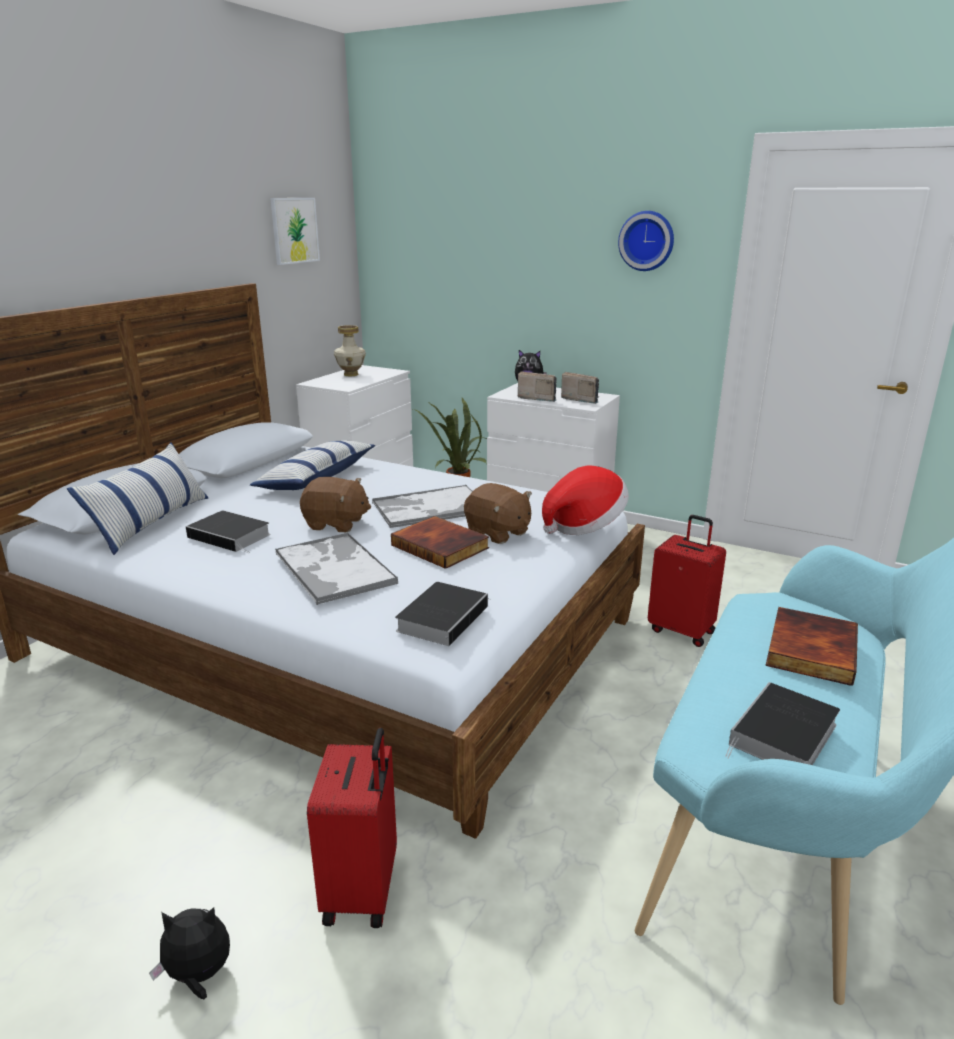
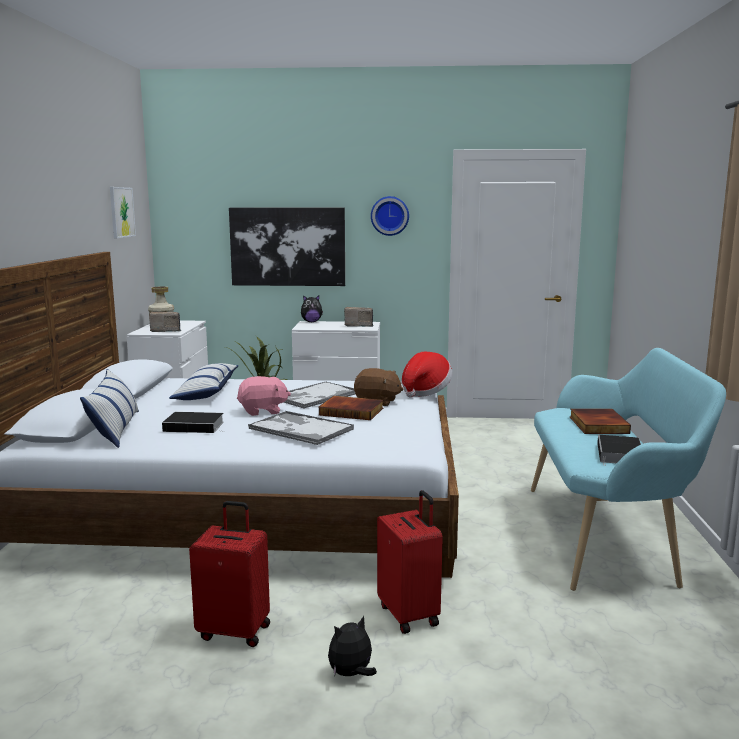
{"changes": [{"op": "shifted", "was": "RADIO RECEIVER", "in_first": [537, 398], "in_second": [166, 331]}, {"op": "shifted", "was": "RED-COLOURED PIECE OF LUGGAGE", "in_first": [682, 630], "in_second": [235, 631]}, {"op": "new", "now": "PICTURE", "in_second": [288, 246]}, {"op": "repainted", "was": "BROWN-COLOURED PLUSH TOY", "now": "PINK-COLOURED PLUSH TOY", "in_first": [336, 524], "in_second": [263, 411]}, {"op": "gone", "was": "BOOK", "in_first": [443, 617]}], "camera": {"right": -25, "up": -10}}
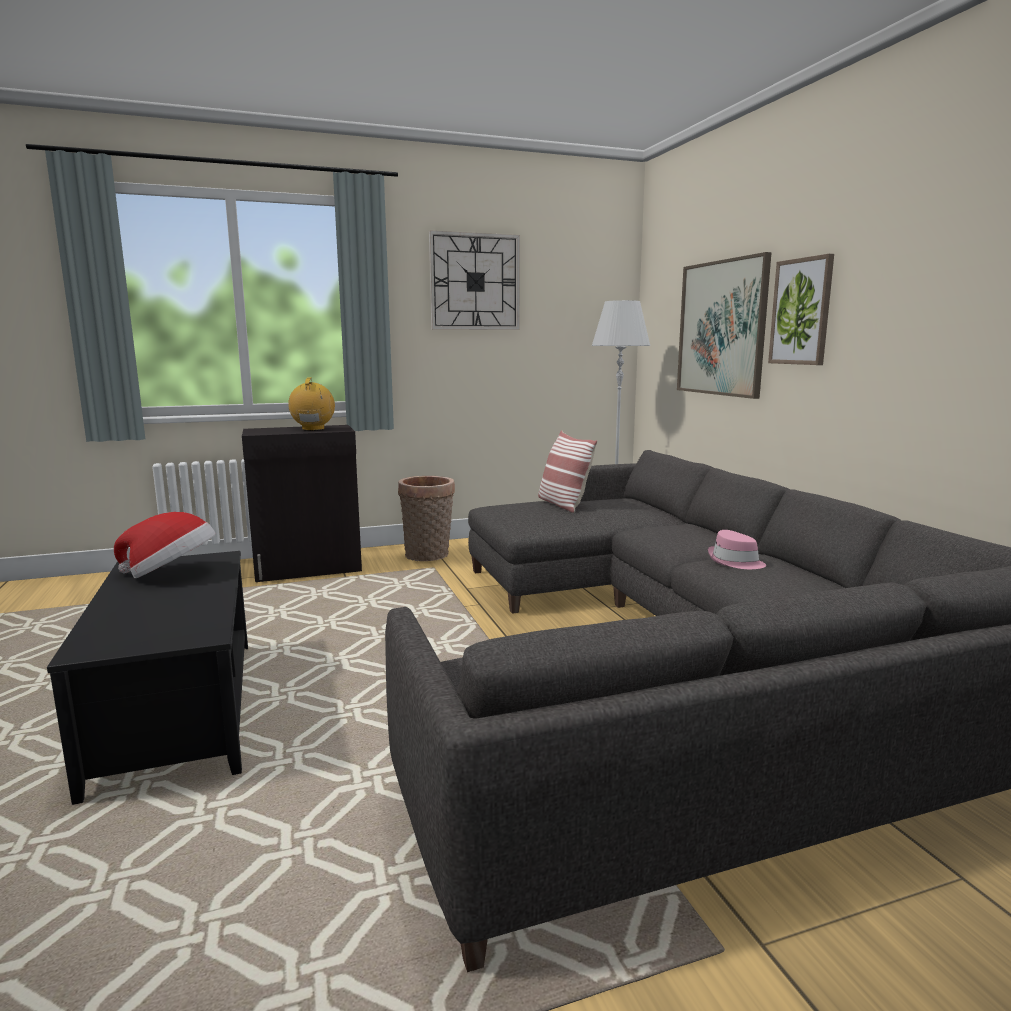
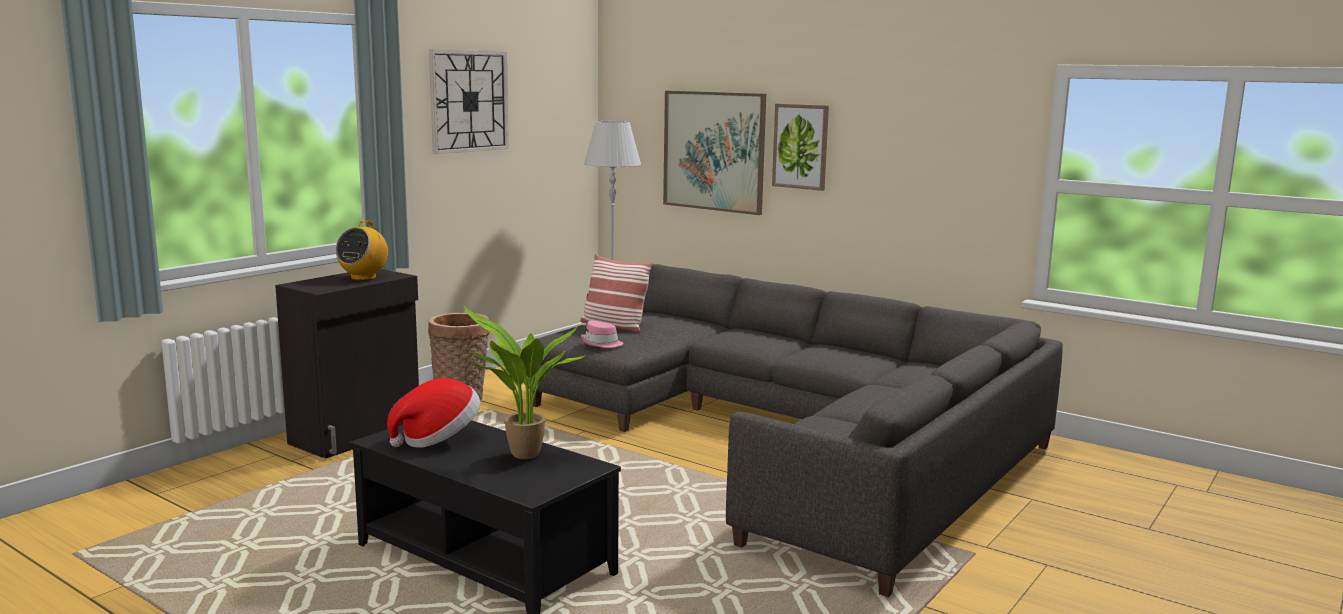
{"changes": [{"op": "rotated", "was": "RADIO RECEIVER", "in_first": [313, 429], "in_second": [363, 277], "clockwise": -120}, {"op": "new", "now": "POTTED PLANT", "in_second": [523, 457]}, {"op": "shifted", "was": "PINK-COLOURED WEARABLE HAT", "in_first": [735, 561], "in_second": [601, 343]}], "camera": {"right": -35, "up": 0}}
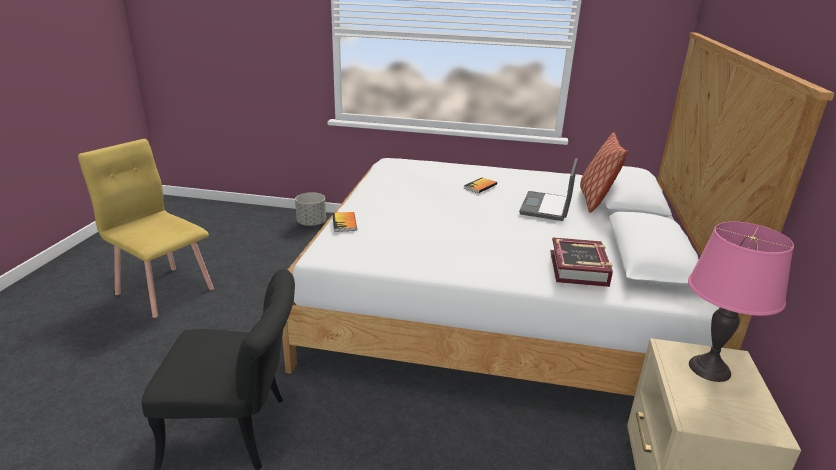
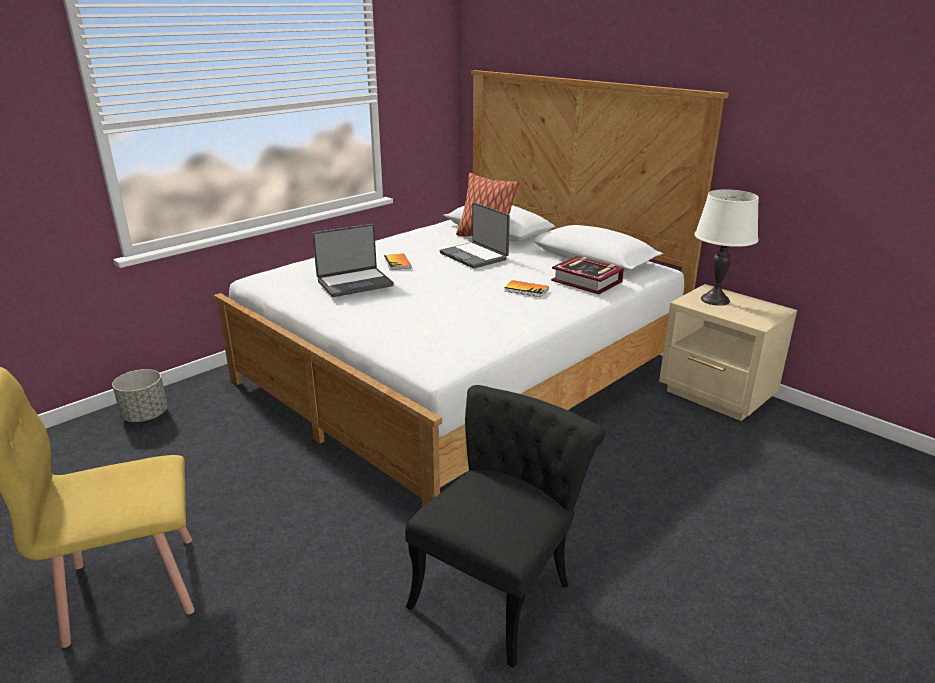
{"changes": [{"op": "new", "now": "LAPTOP", "in_second": [354, 283]}, {"op": "shifted", "was": "BOOK", "in_first": [344, 223], "in_second": [526, 290]}, {"op": "repainted", "was": "PINK-COLOURED TABLETOP LAMP", "now": "WHITE TABLETOP LAMP", "in_first": [709, 368], "in_second": [715, 300]}], "camera": {"right": -55, "up": 0}}
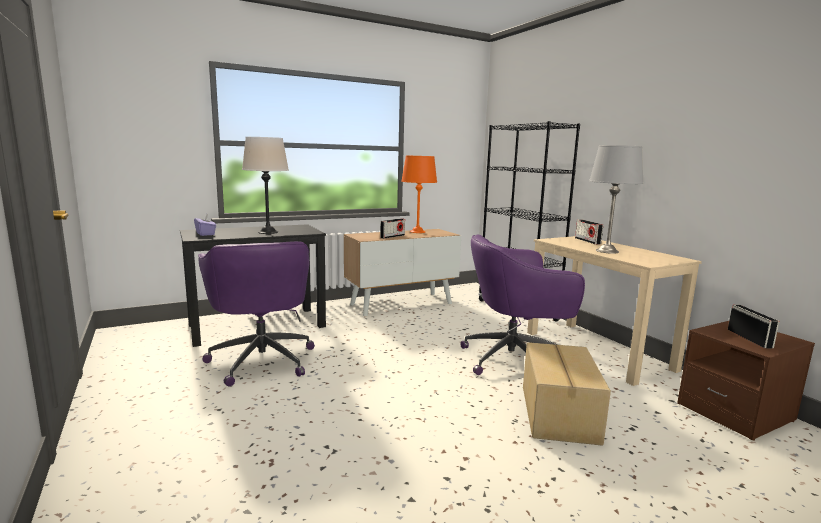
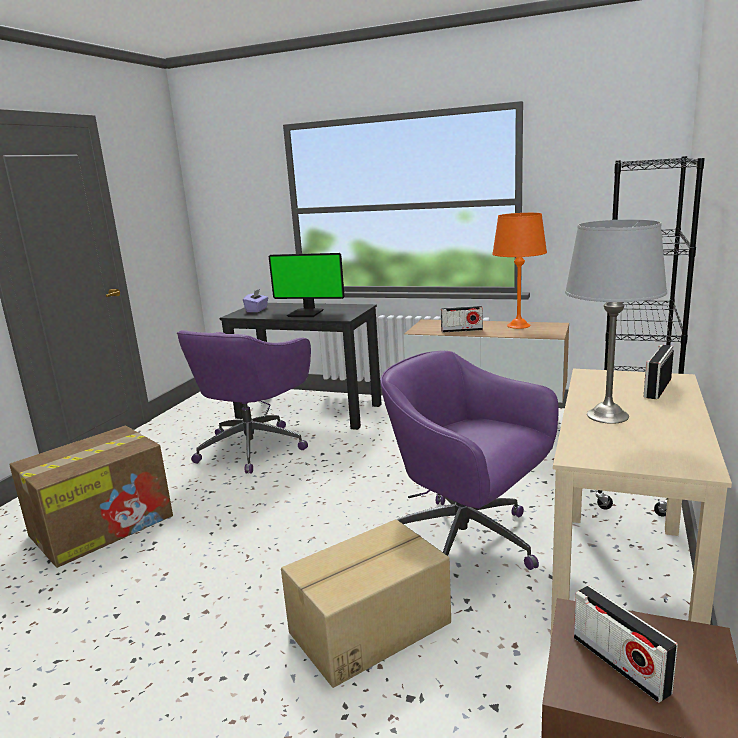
{"changes": [{"op": "new", "now": "CARTON", "in_second": [103, 525]}, {"op": "swapped", "was": "SAND-COLOURED TABLETOP LAMP", "now": "COMPUTER DISPLAY", "in_first": [268, 232], "in_second": [306, 313]}, {"op": "rotated", "was": "RADIO RECEIVER", "in_first": [749, 338], "in_second": [620, 664], "clockwise": 105}], "camera": {"right": 50, "up": 5}}
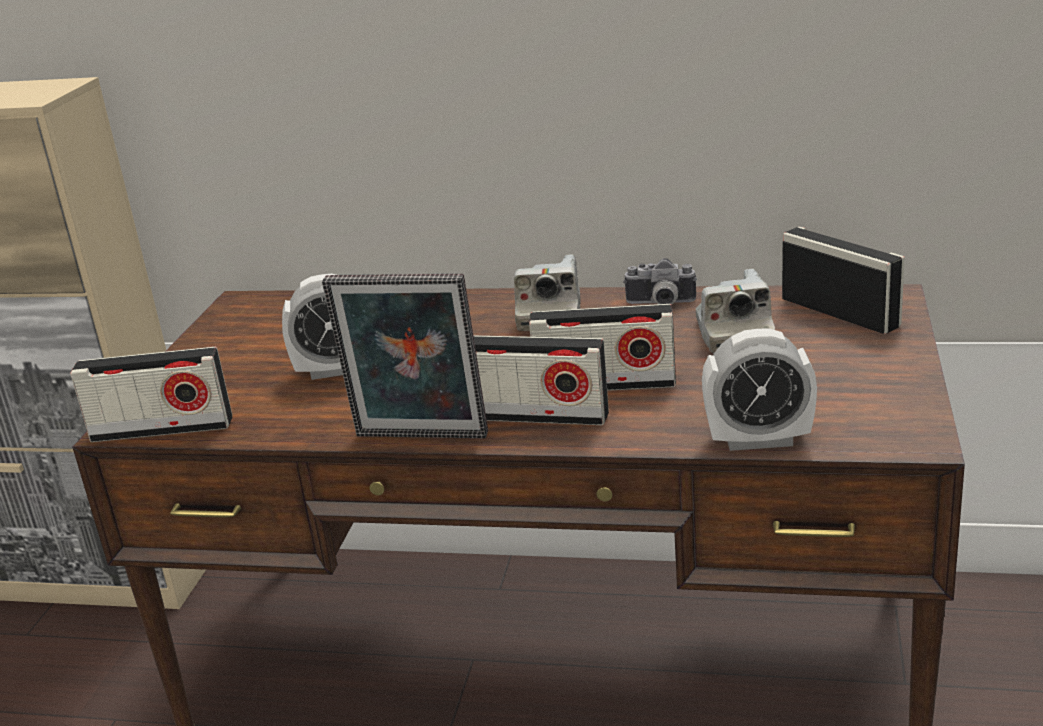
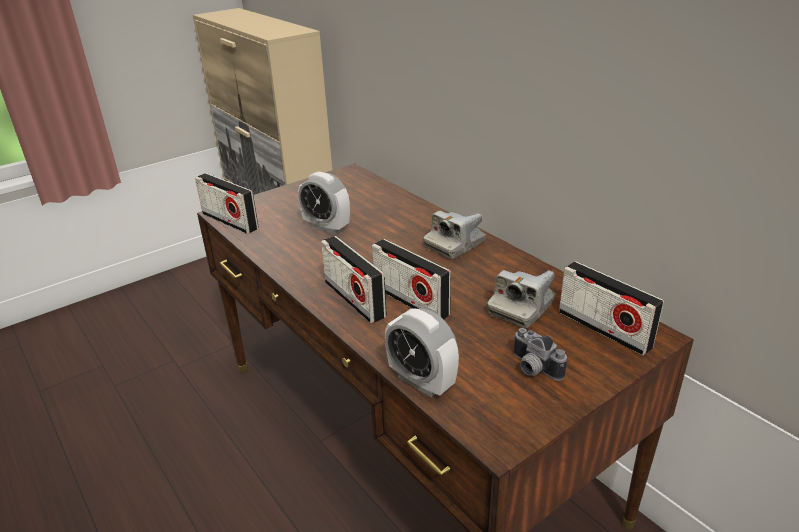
{"changes": [{"op": "shifted", "was": "STILL CAMERA", "in_first": [660, 304], "in_second": [532, 369]}, {"op": "rotated", "was": "RADIO RECEIVER", "in_first": [839, 312], "in_second": [604, 329], "clockwise": 135}, {"op": "gone", "was": "PICTURE FRAME", "in_first": [419, 439]}], "camera": {"right": 40, "up": 5}}
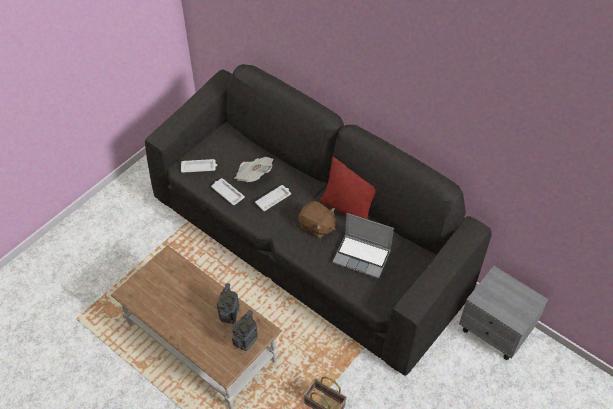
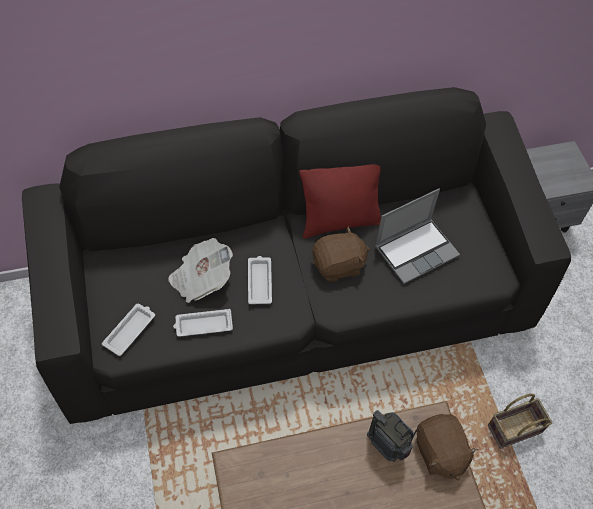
{"changes": [{"op": "swapped", "was": "RADIO RECEIVER", "now": "BROWN-COLOURED PLUSH TOY", "in_first": [246, 343], "in_second": [439, 452]}], "camera": {"right": -55, "up": 5}}
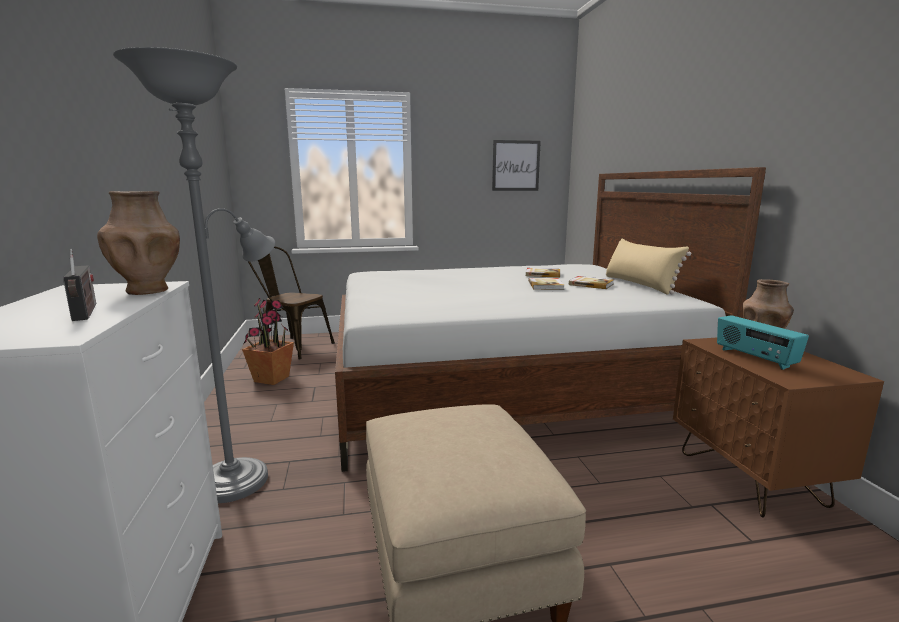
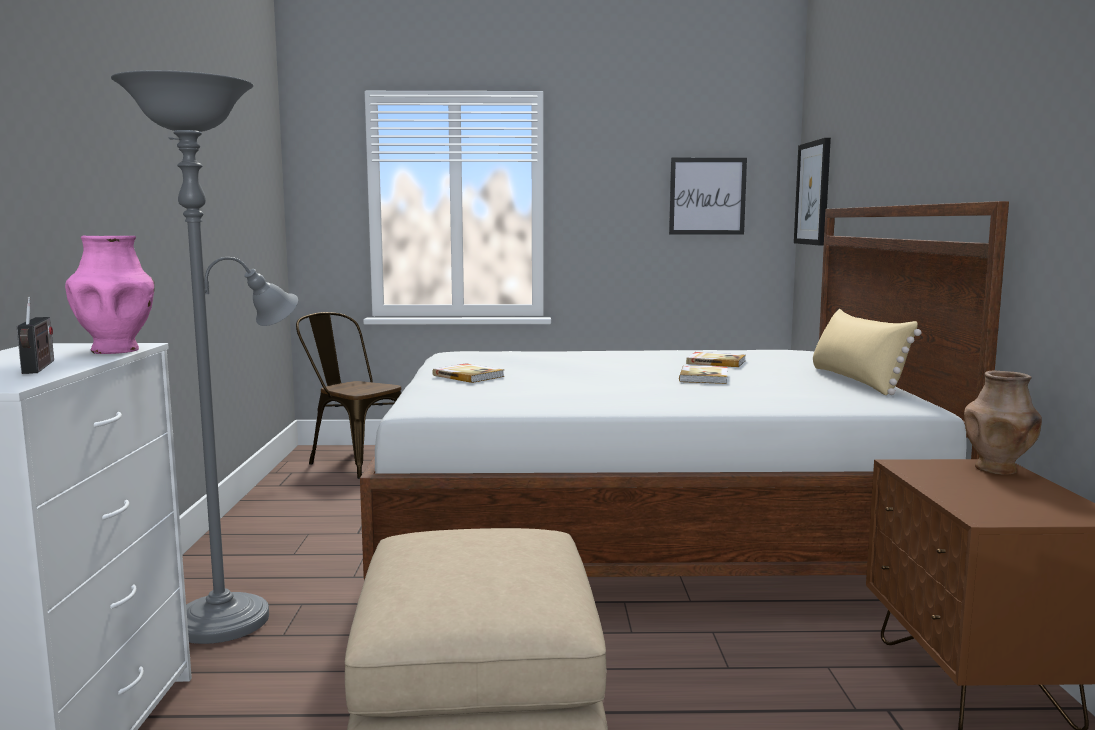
{"changes": [{"op": "repainted", "was": "BROWN-COLOURED DECORATIVE VASE", "now": "PINK-COLOURED DECORATIVE VASE", "in_first": [148, 290], "in_second": [116, 350]}, {"op": "shifted", "was": "BOOK", "in_first": [591, 284], "in_second": [468, 376]}, {"op": "new", "now": "PICTURE", "in_second": [813, 193]}, {"op": "gone", "was": "POTTED PLANT", "in_first": [271, 379]}, {"op": "gone", "was": "RADIO RECEIVER", "in_first": [754, 358]}], "camera": {"right": 10, "up": -5}}
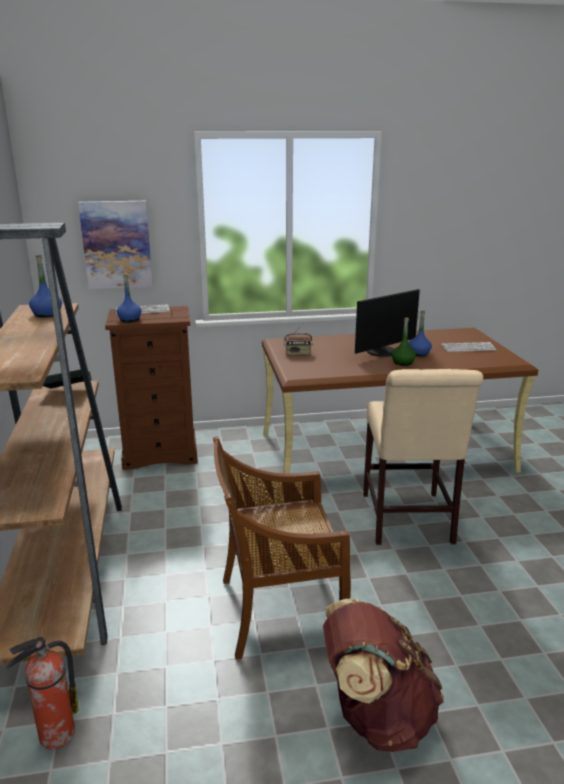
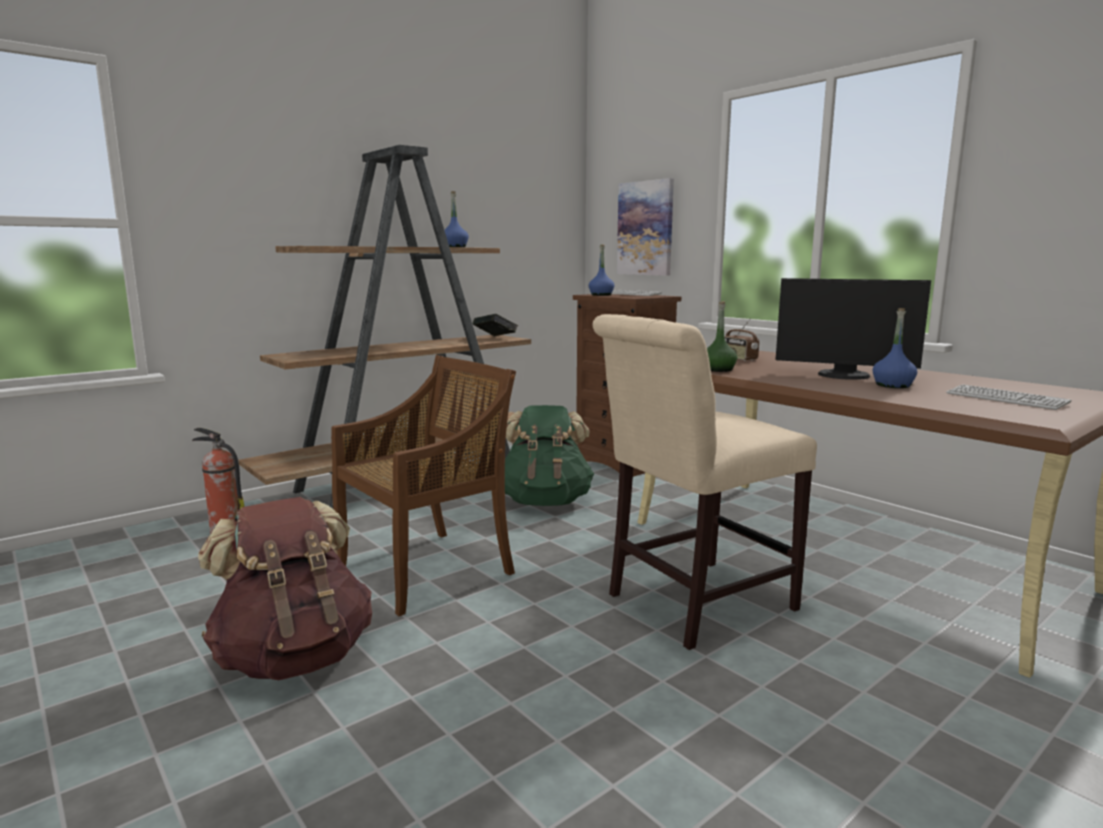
{"changes": [{"op": "rotated", "was": "BROWN-COLOURED UPRIGHT CHAIR", "in_first": [278, 610], "in_second": [427, 569], "clockwise": 90}, {"op": "new", "now": "GREEN-COLOURED KNAPSACK", "in_second": [545, 502]}, {"op": "shifted", "was": "GREEN-COLOURED BEVERAGE BOTTLE", "in_first": [403, 362], "in_second": [718, 369]}], "camera": {"right": 60, "up": -10}}
